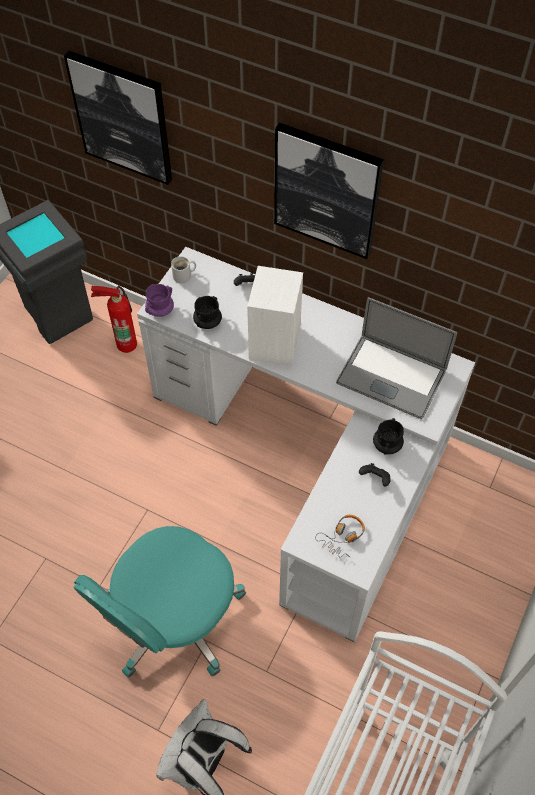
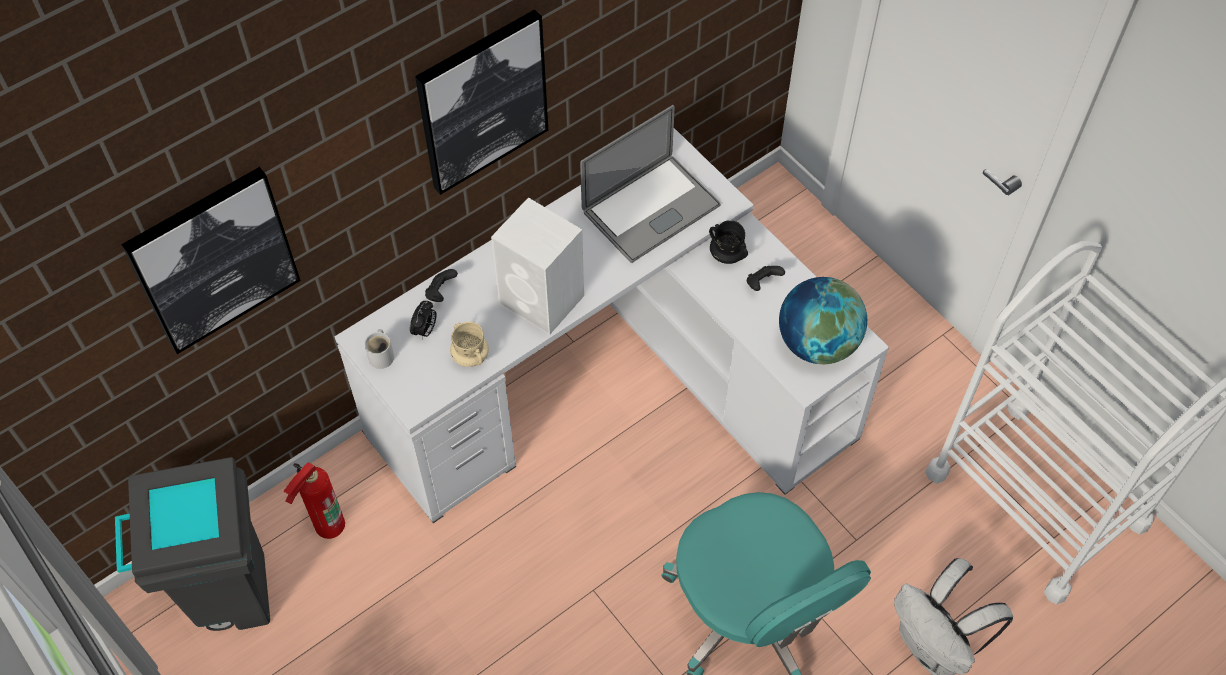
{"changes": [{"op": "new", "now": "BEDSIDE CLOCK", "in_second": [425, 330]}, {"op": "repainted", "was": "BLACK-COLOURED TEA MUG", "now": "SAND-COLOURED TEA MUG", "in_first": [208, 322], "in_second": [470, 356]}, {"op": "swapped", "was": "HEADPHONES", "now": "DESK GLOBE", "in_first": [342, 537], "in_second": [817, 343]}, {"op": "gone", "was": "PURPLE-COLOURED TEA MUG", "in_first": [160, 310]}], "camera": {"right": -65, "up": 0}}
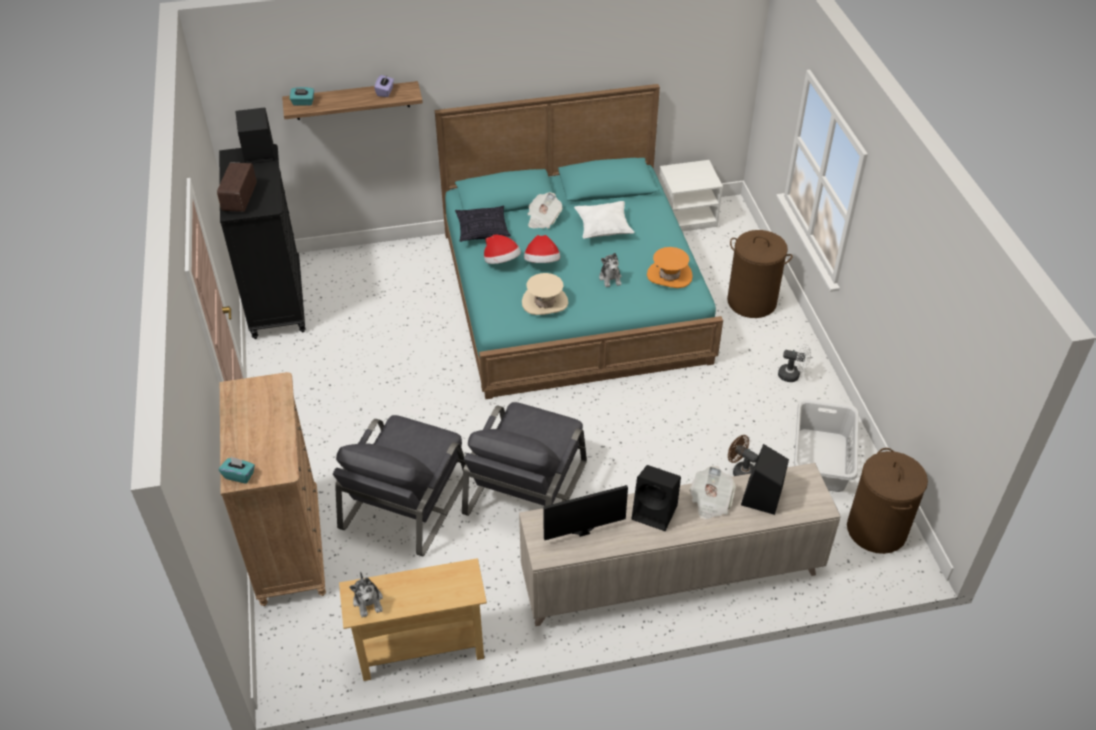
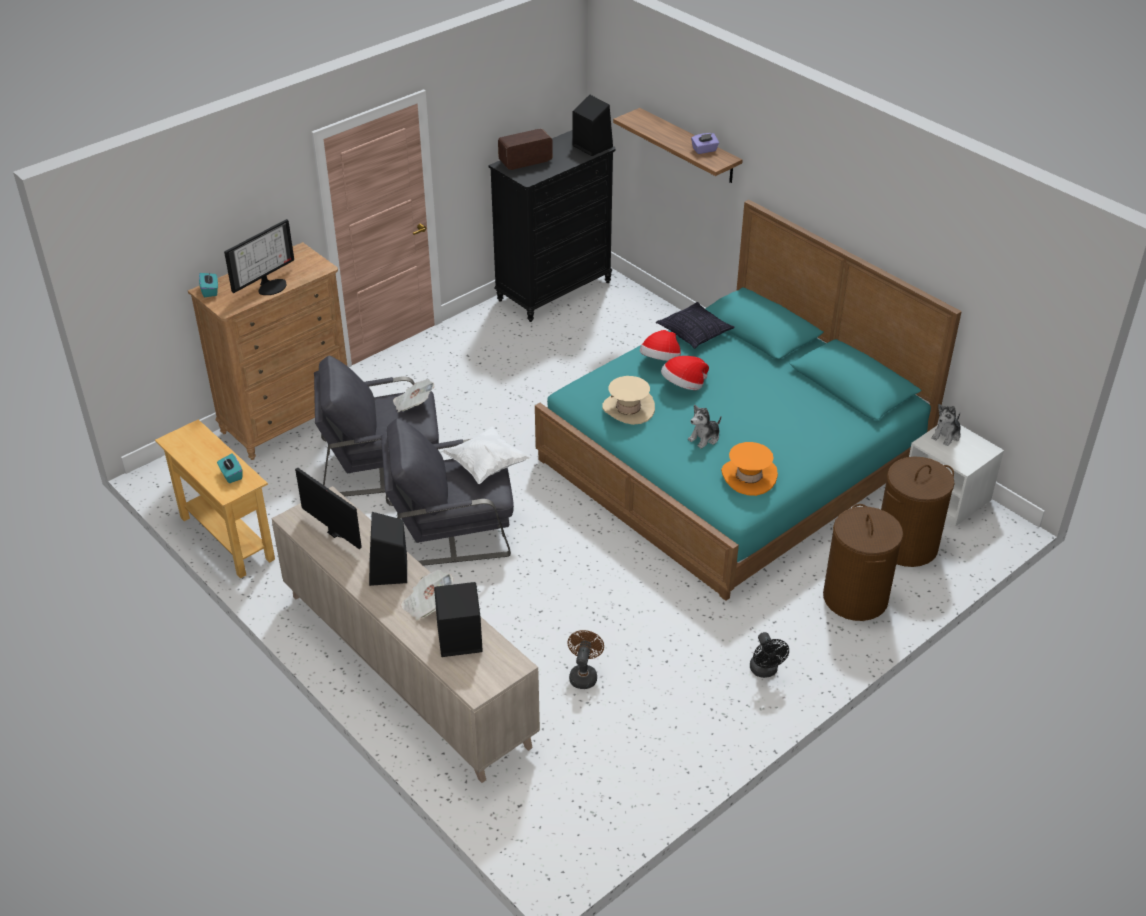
{"changes": [{"op": "shifted", "was": "BLUE-GREEN TISSUE HOLDER", "in_first": [303, 103], "in_second": [231, 475]}, {"op": "new", "now": "COMPUTER DISPLAY", "in_second": [270, 286]}, {"op": "shifted", "was": "PRINTED PAPER", "in_first": [543, 219], "in_second": [413, 404]}, {"op": "shifted", "was": "WHITE PILLOW", "in_first": [603, 229], "in_second": [486, 466]}, {"op": "repainted", "was": "WHITE ELECTRIC FAN", "now": "BLACK-COLOURED ELECTRIC FAN", "in_first": [792, 375], "in_second": [765, 671]}, {"op": "shifted", "was": "BROWN-COLOURED HAMPER", "in_first": [877, 530], "in_second": [906, 546]}, {"op": "shifted", "was": "PLUSH TOY", "in_first": [368, 601], "in_second": [946, 435]}, {"op": "gone", "was": "GRAY HAMPER", "in_first": [821, 460]}], "camera": {"right": 60, "up": -5}}
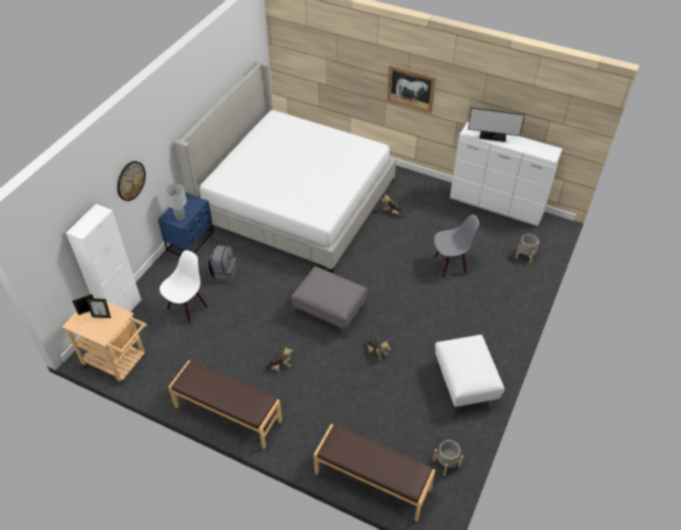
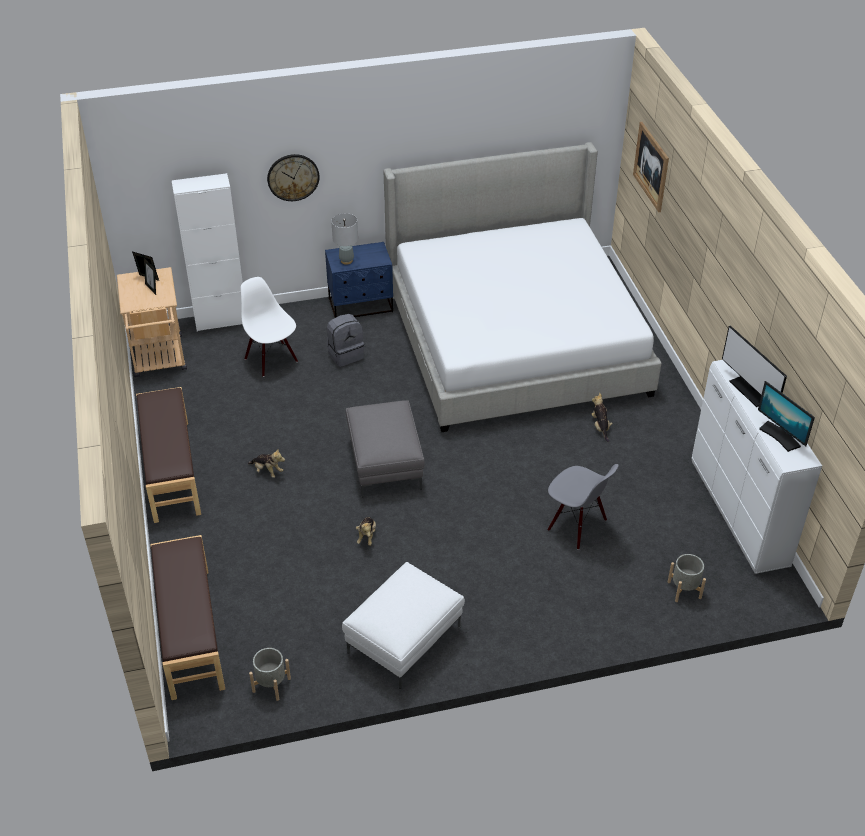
{"changes": [{"op": "rotated", "was": "WHITE UPRIGHT CHAIR", "in_first": [187, 308], "in_second": [272, 360], "clockwise": -120}, {"op": "shifted", "was": "PICTURE", "in_first": [411, 89], "in_second": [651, 166]}, {"op": "new", "now": "COMPUTER DISPLAY", "in_second": [780, 436]}], "camera": {"right": 50, "up": -5}}
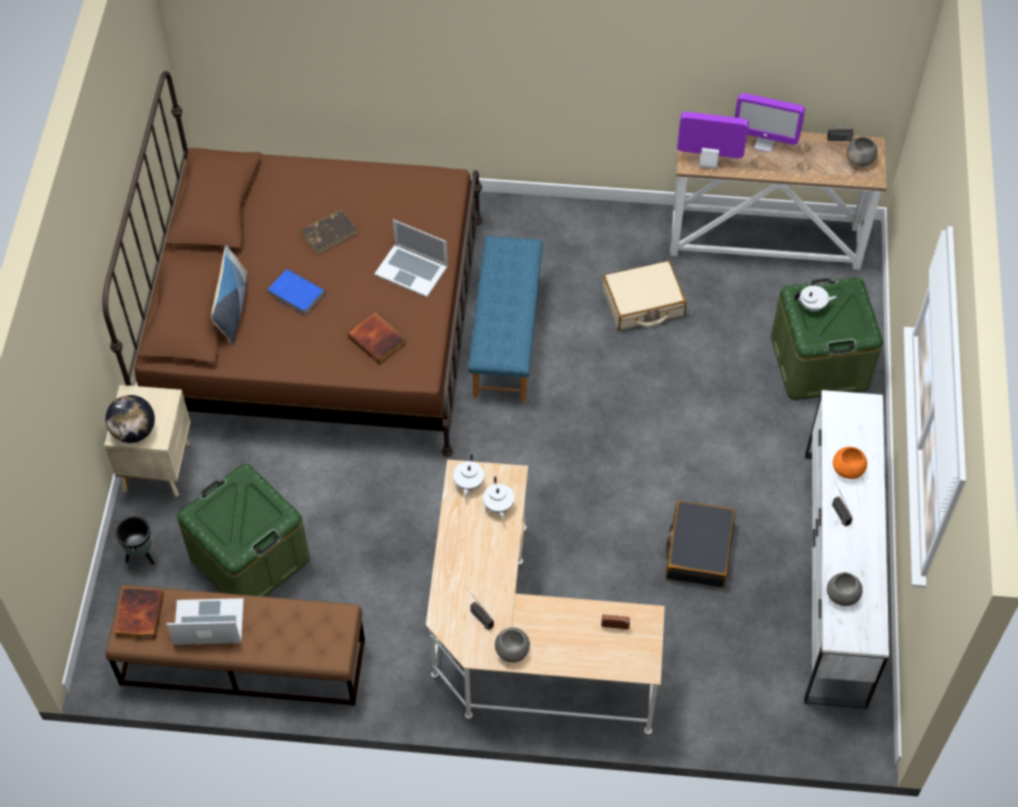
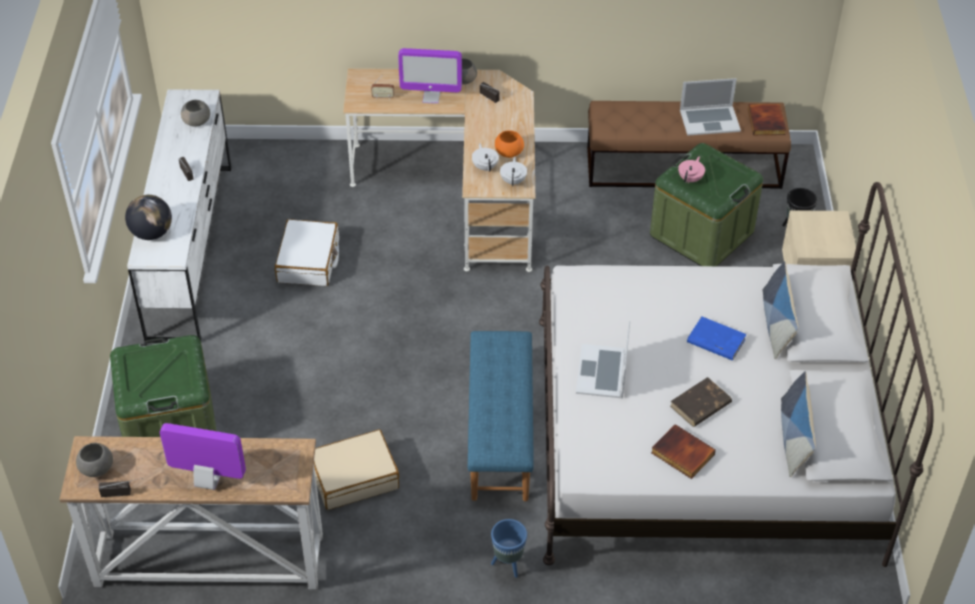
{"changes": [{"op": "shifted", "was": "DESK GLOBE", "in_first": [134, 431], "in_second": [151, 233]}, {"op": "repainted", "was": "BLACK-COLOURED PIECE OF LUGGAGE", "now": "WHITE PIECE OF LUGGAGE", "in_first": [698, 550], "in_second": [309, 261]}, {"op": "shifted", "was": "COMPUTER DISPLAY", "in_first": [708, 162], "in_second": [431, 97]}, {"op": "new", "now": "BLUE FLOWER POT", "in_second": [508, 565]}, {"op": "shifted", "was": "ORANGE-COLOURED SERVING BOWL", "in_first": [848, 469], "in_second": [508, 152]}, {"op": "repainted", "was": "BROWN-COLOURED SLEEPING BED", "now": "WHITE SLEEPING BED", "in_first": [316, 321], "in_second": [703, 436]}, {"op": "rotated", "was": "LAPTOP", "in_first": [411, 270], "in_second": [602, 371], "clockwise": -105}, {"op": "shifted", "was": "BOOK", "in_first": [378, 339], "in_second": [681, 454]}, {"op": "new", "now": "PINK-COLOURED TEA POT", "in_second": [690, 179]}, {"op": "new", "now": "PILLOW", "in_second": [794, 437]}, {"op": "gone", "was": "WHITE TEA POT", "in_first": [813, 306]}], "camera": {"right": 175, "up": -10}}
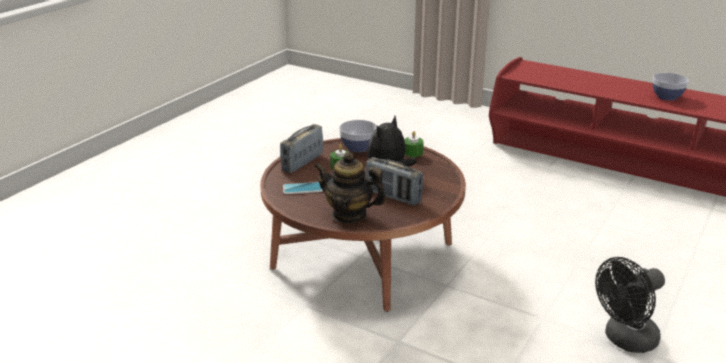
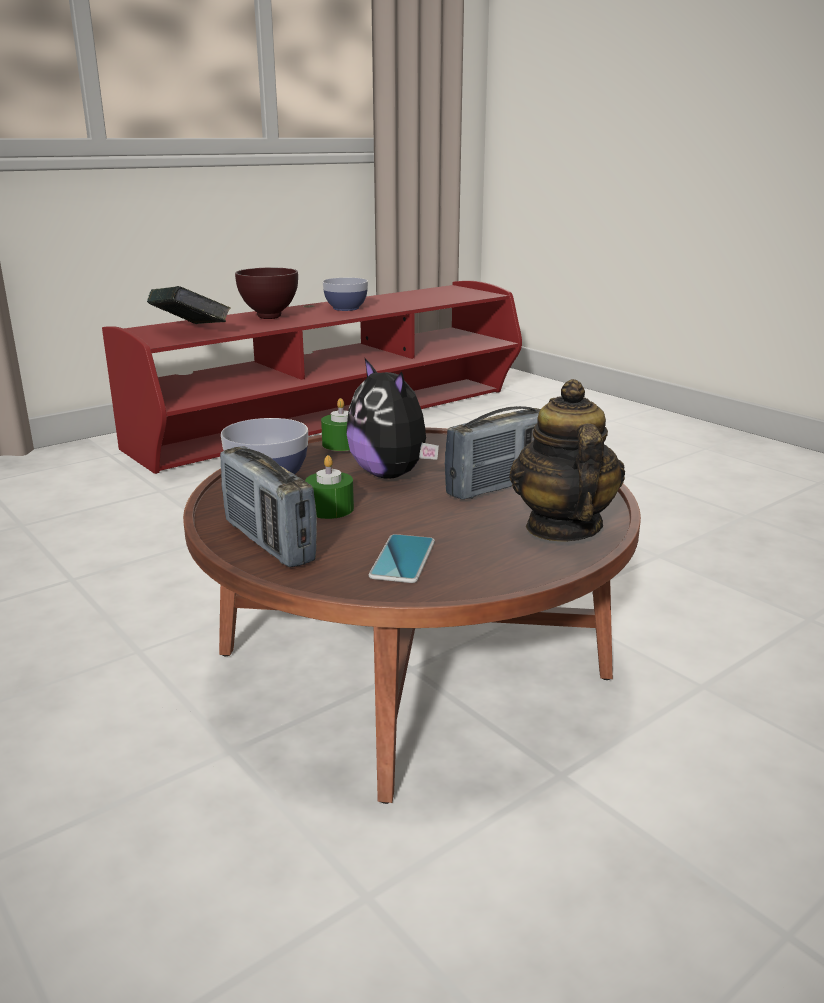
{"changes": [{"op": "new", "now": "BOOK", "in_second": [191, 332]}, {"op": "new", "now": "BROWN-COLOURED SERVING BOWL", "in_second": [269, 317]}, {"op": "rotated", "was": "TEA POT", "in_first": [349, 215], "in_second": [562, 527], "clockwise": 135}, {"op": "gone", "was": "BLACK-COLOURED ELECTRIC FAN", "in_first": [625, 340]}], "camera": {"right": -70, "up": -5}}
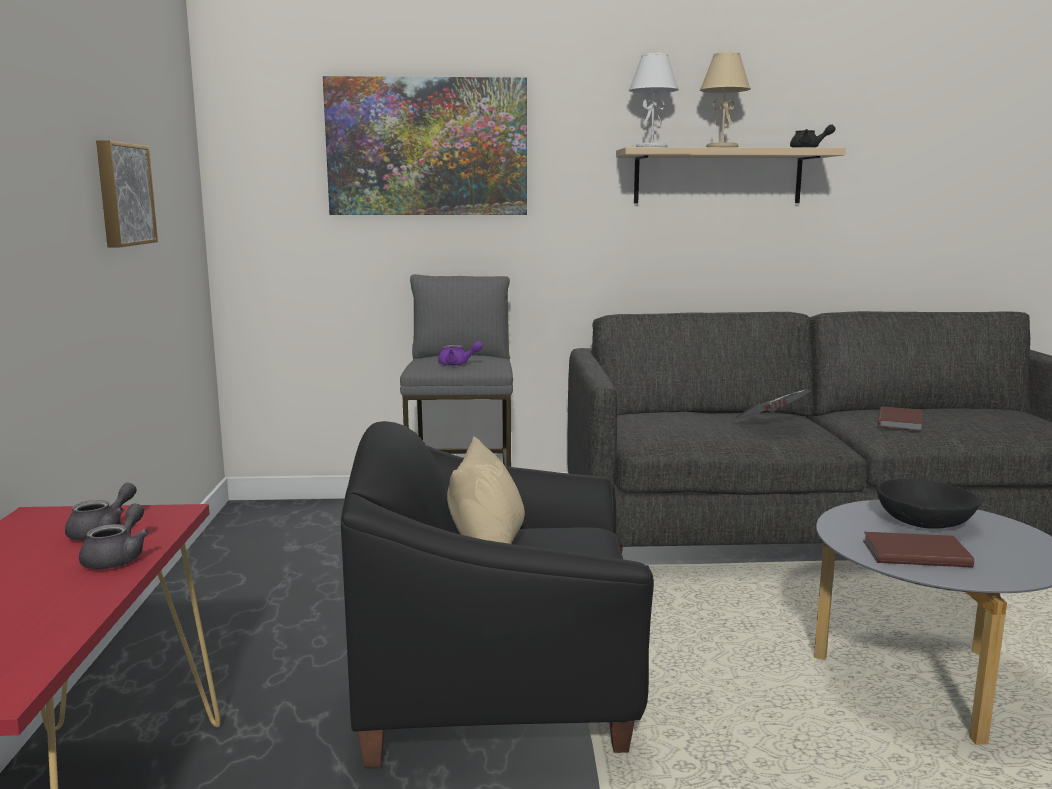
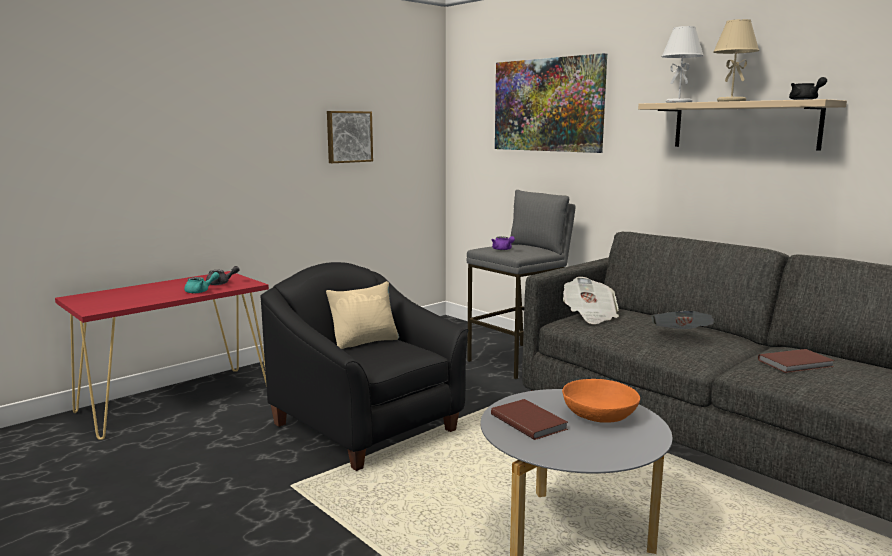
{"changes": [{"op": "repainted", "was": "GRAY TEA POT", "now": "BLUE-GREEN TEA POT", "in_first": [118, 558], "in_second": [201, 291]}, {"op": "repainted", "was": "BLACK-COLOURED SERVING BOWL", "now": "ORANGE-COLOURED SERVING BOWL", "in_first": [925, 522], "in_second": [599, 416]}, {"op": "new", "now": "PRINTED PAPER", "in_second": [590, 316]}], "camera": {"right": 50, "up": 0}}
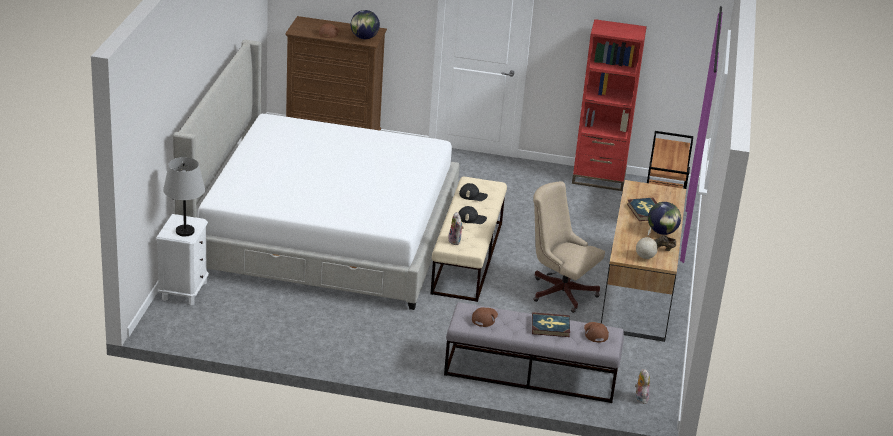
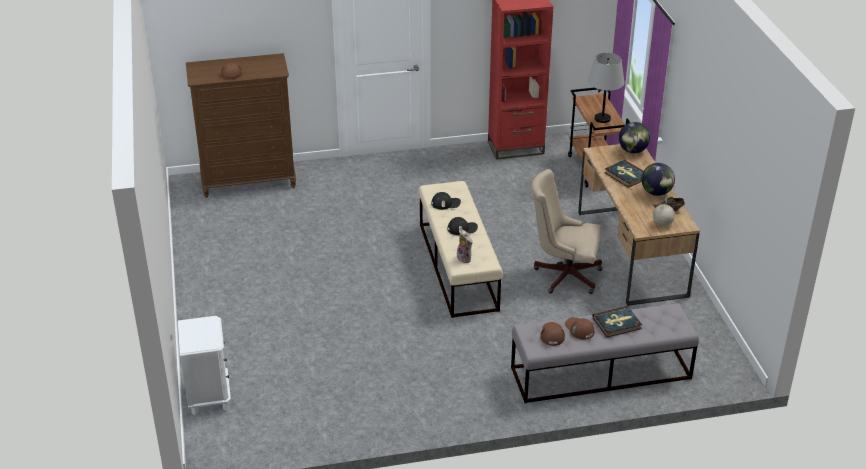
{"changes": [{"op": "shifted", "was": "BROWN-COLOURED CAP", "in_first": [595, 333], "in_second": [579, 329]}, {"op": "shifted", "was": "GRAY TABLETOP LAMP", "in_first": [185, 231], "in_second": [602, 118]}, {"op": "shifted", "was": "DESK GLOBE", "in_first": [364, 38], "in_second": [632, 151]}, {"op": "gone", "was": "SLEEPING BED", "in_first": [323, 235]}, {"op": "gone", "was": "PLUSH TOY", "in_first": [640, 398]}], "camera": {"right": -20, "up": 5}}
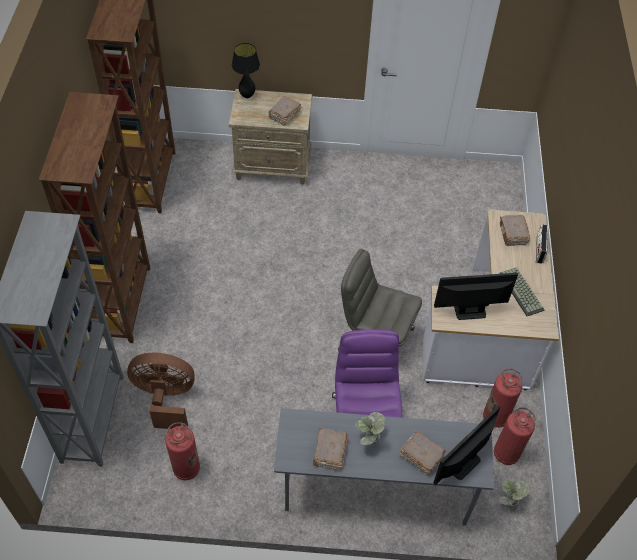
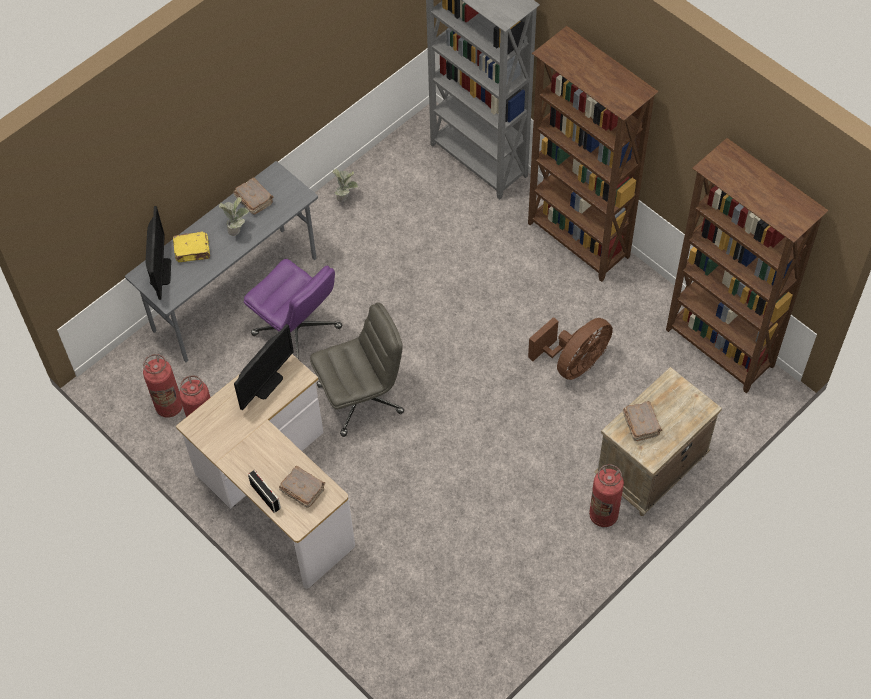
{"changes": [{"op": "repainted", "was": "BROWN-COLOURED BOOK", "now": "YELLOWISH BOOK", "in_first": [421, 455], "in_second": [193, 251]}, {"op": "shifted", "was": "POTTED PLANT", "in_first": [507, 503], "in_second": [345, 197]}, {"op": "shifted", "was": "BROWN-COLOURED ELECTRIC FAN", "in_first": [165, 398], "in_second": [574, 363]}, {"op": "shifted", "was": "EXTINGUISHER", "in_first": [186, 469], "in_second": [603, 515]}, {"op": "gone", "was": "BLACK-COLOURED TABLETOP LAMP", "in_first": [247, 95]}, {"op": "gone", "was": "PC KEYBOARD", "in_first": [522, 292]}], "camera": {"right": 135, "up": 5}}
